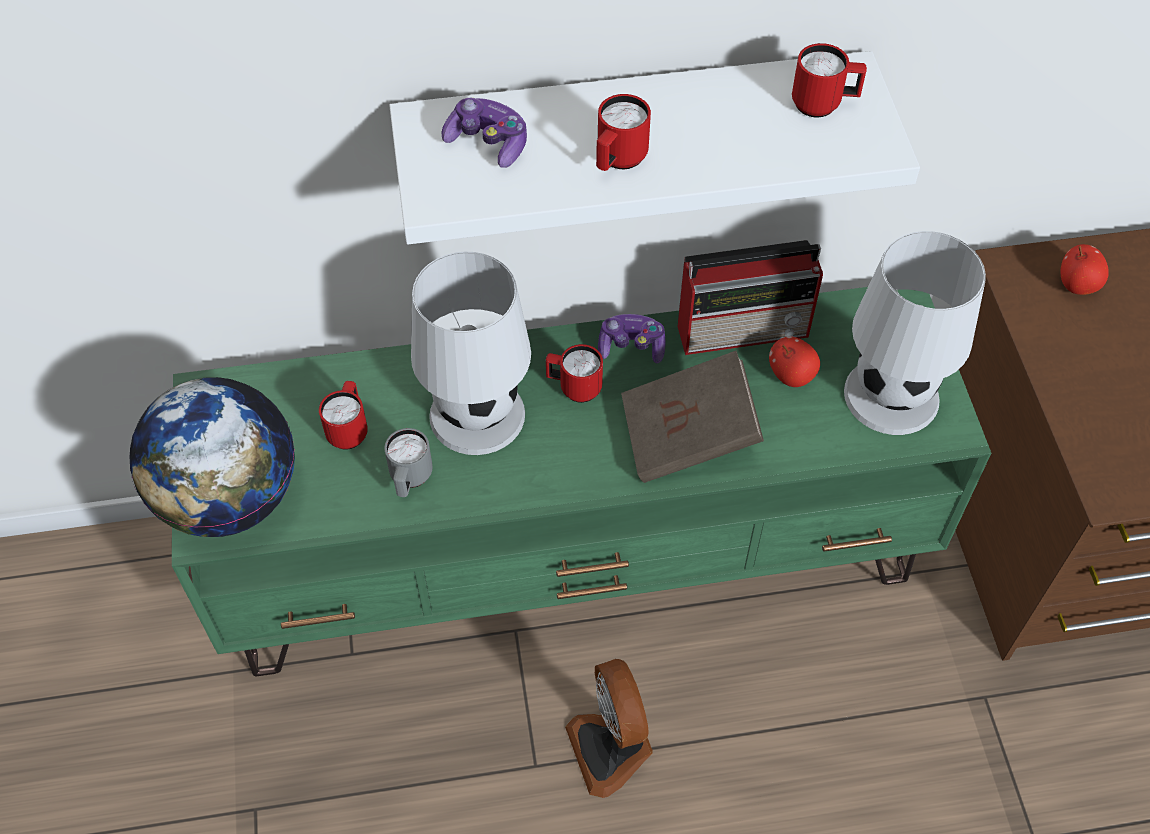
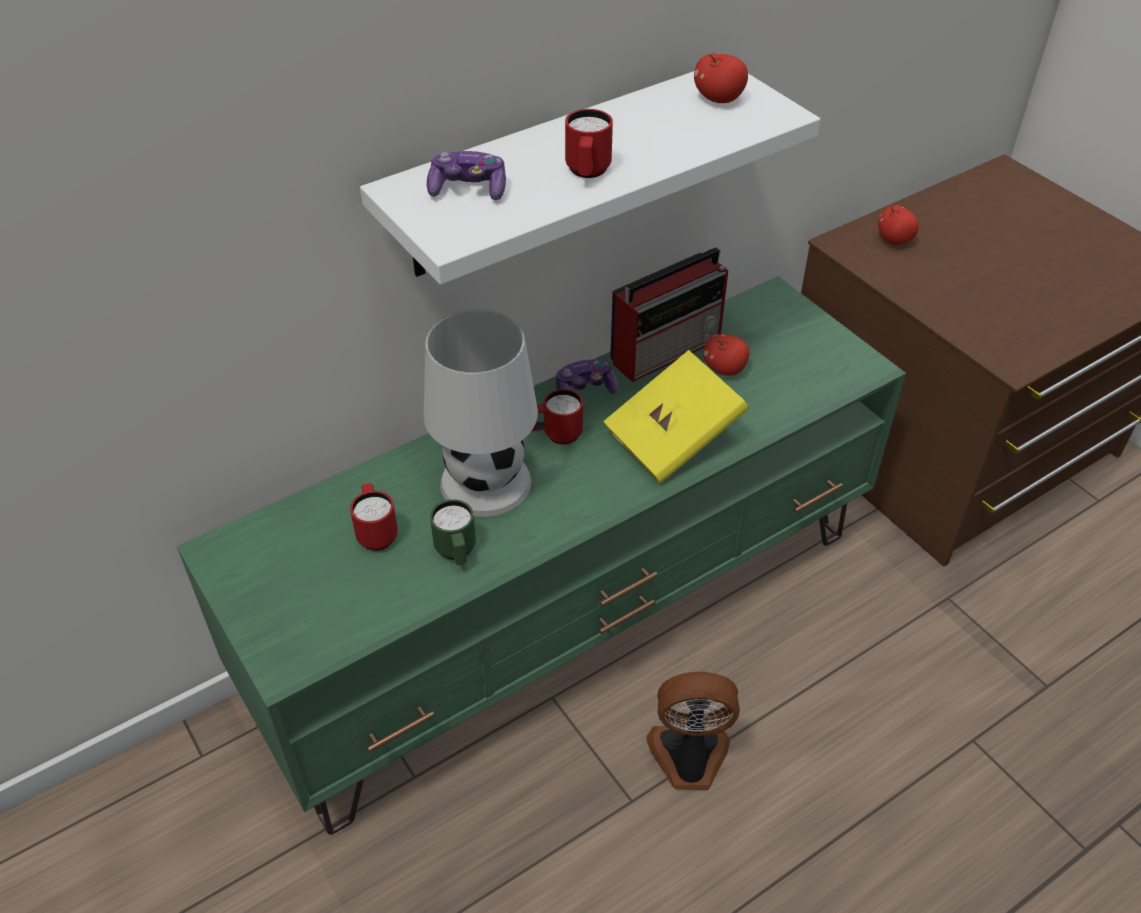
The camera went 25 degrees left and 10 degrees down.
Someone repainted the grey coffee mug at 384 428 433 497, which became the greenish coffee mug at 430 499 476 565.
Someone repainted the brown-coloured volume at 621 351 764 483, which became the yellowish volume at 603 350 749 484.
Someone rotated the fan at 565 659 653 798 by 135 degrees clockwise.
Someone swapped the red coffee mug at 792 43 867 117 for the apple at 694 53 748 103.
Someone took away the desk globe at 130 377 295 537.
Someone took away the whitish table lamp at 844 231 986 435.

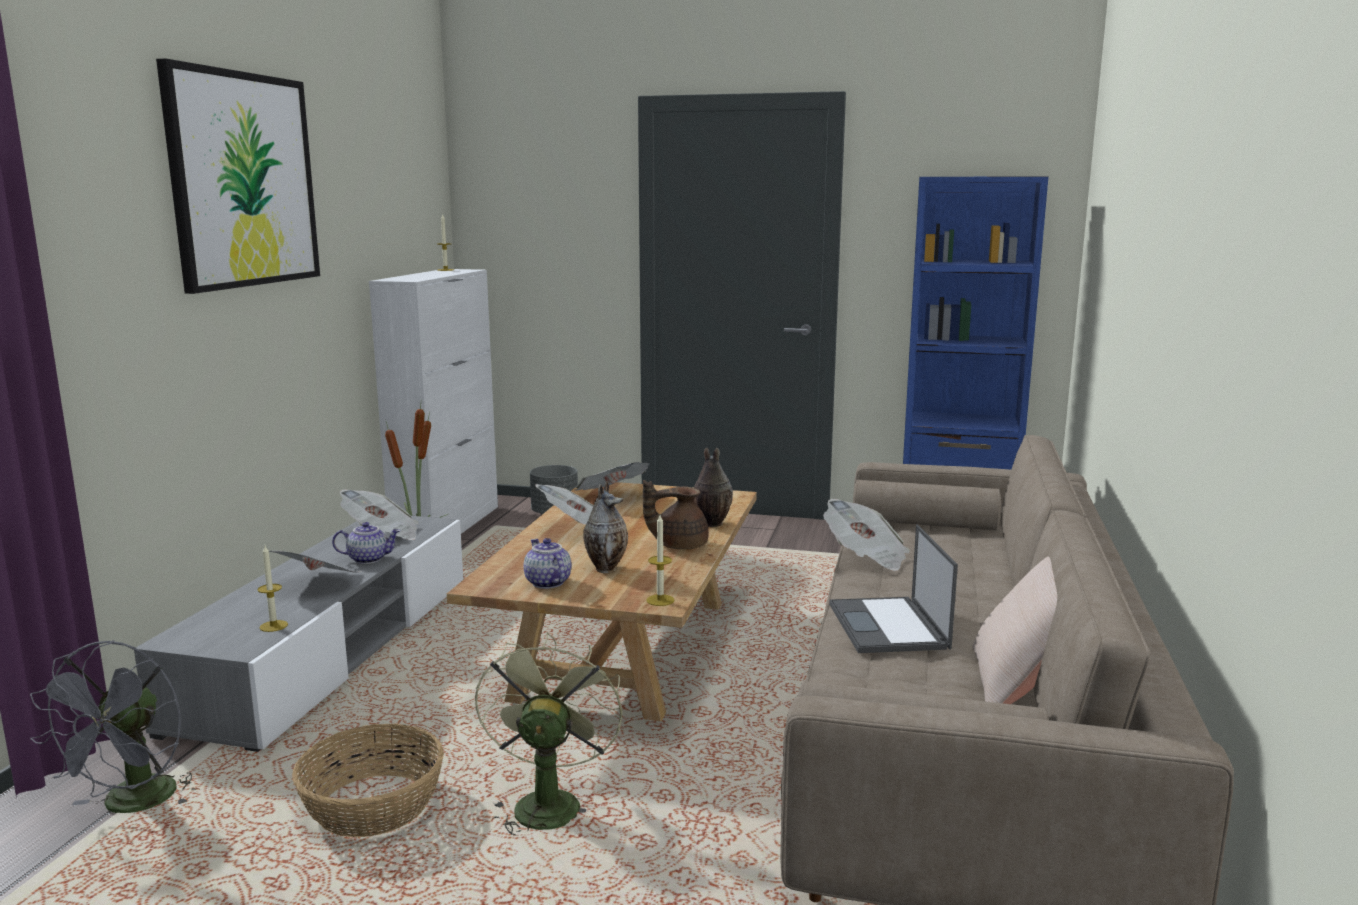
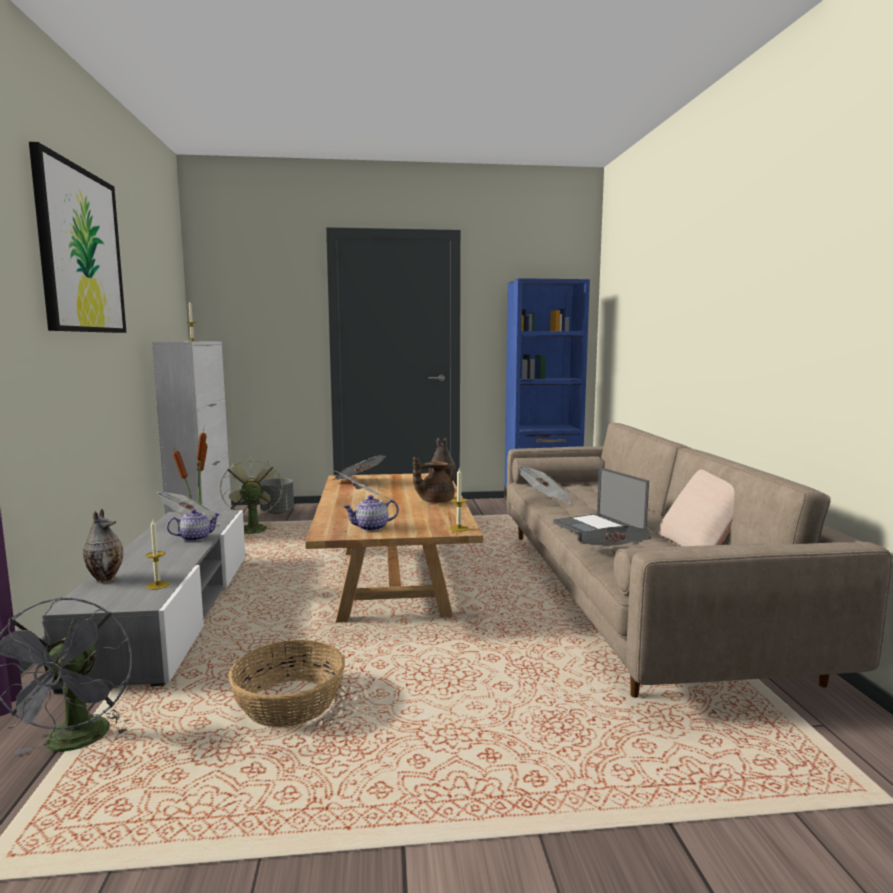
The camera went 20 degrees left and 5 degrees down.
Someone carried the decorative vase from 583 481 628 573 to 83 509 123 583.
Someone carried the greenish fan from 475 633 622 836 to 220 458 283 535.
Someone rotated the teapot at 524 538 571 589 by 60 degrees counterclockwise.
Someone carried the printed paper from 269 551 361 572 to 577 526 651 546.

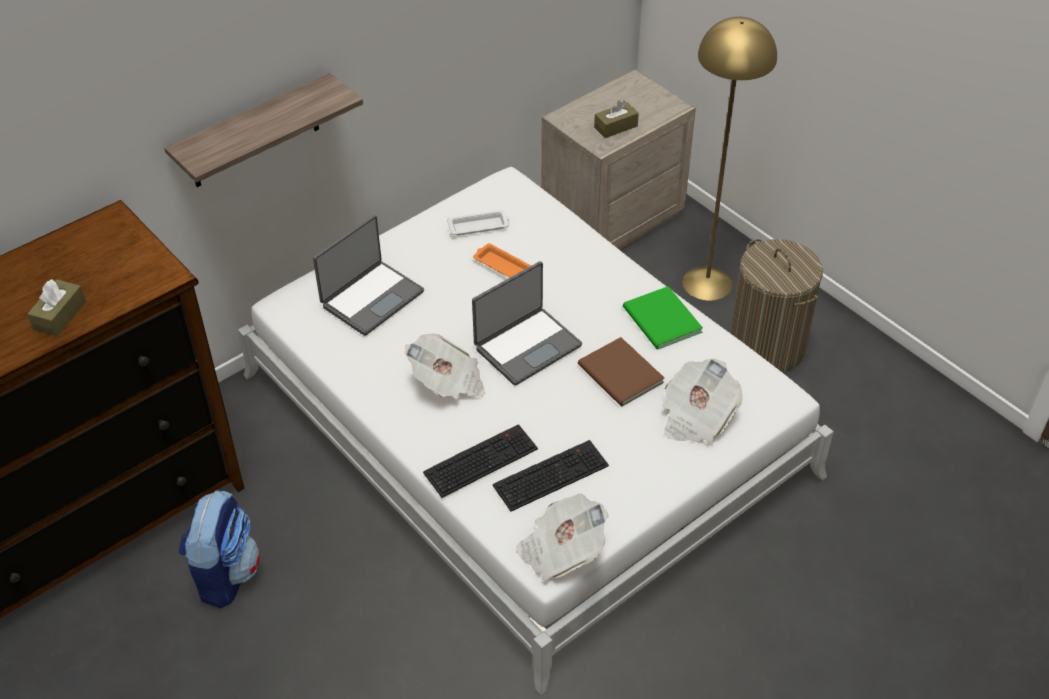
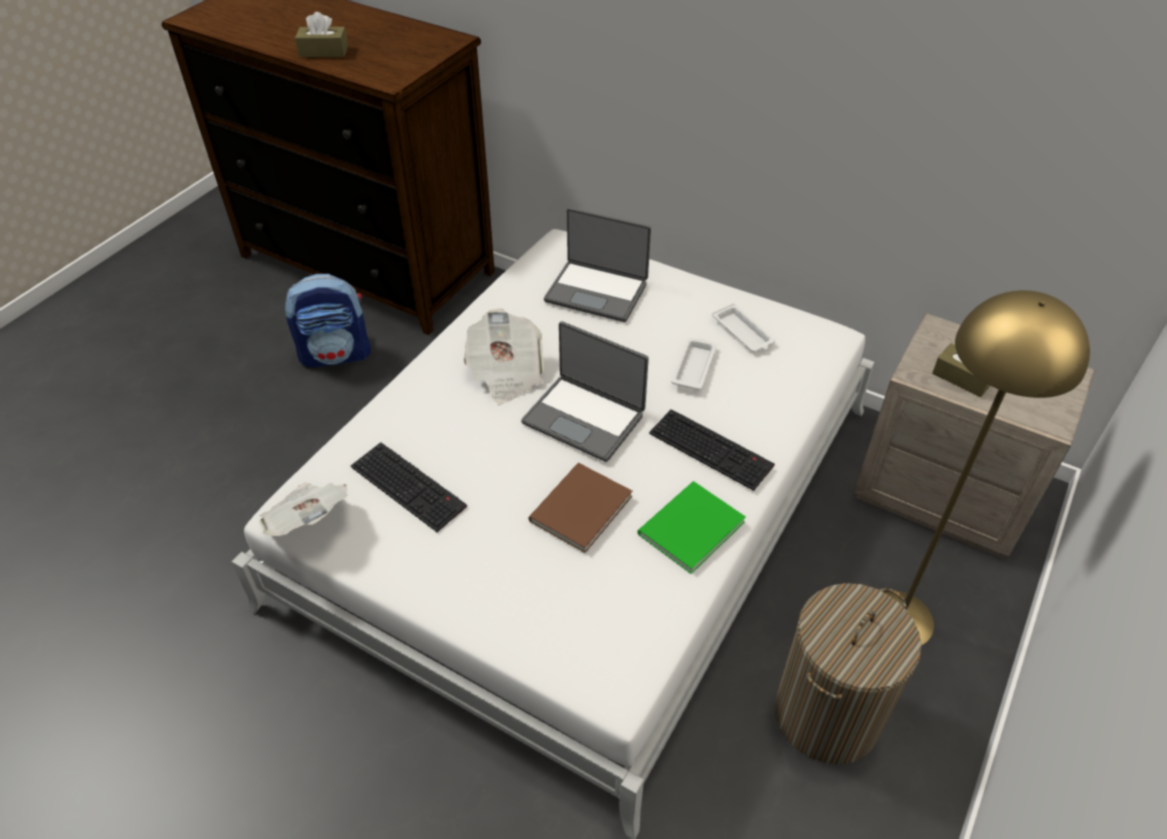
The camera went 70 degrees right and 0 degrees up.
Someone carried the keyboard from 423 424 538 498 to 649 409 775 491.
Someone repainted the orangey serving tray at 473 243 531 278, which became the whitish serving tray at 671 338 717 390.
Someone took away the shelf at 164 73 363 187.
Someone took away the printed paper at 662 358 743 444.

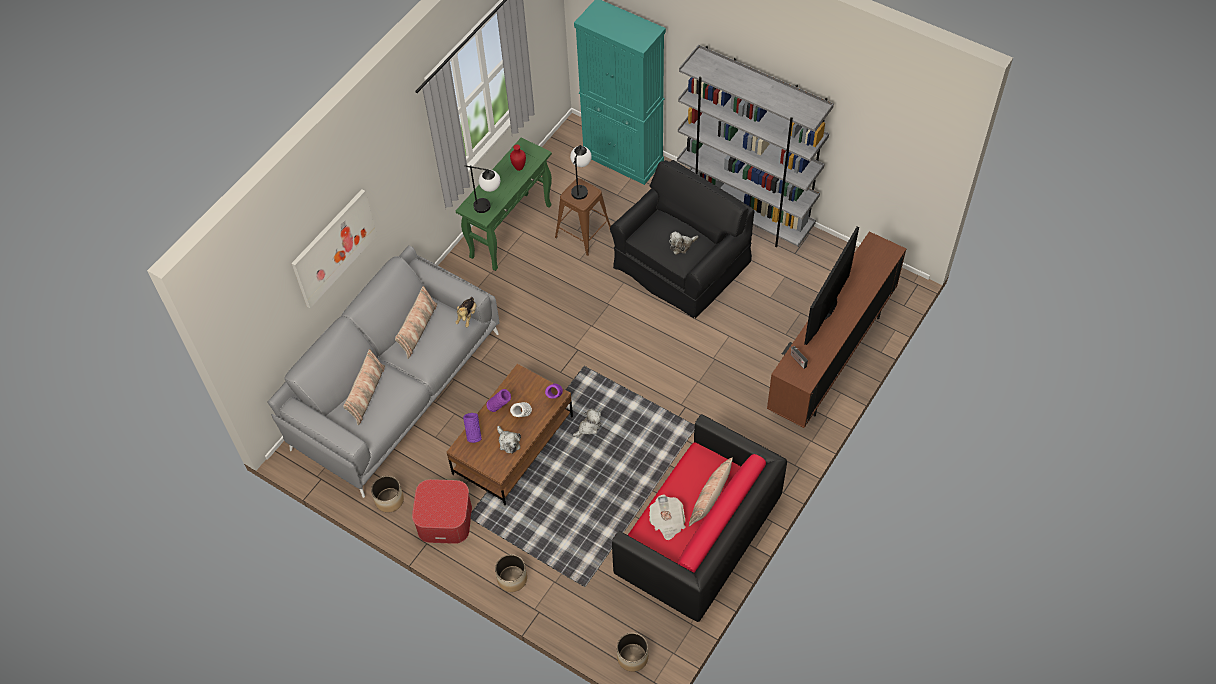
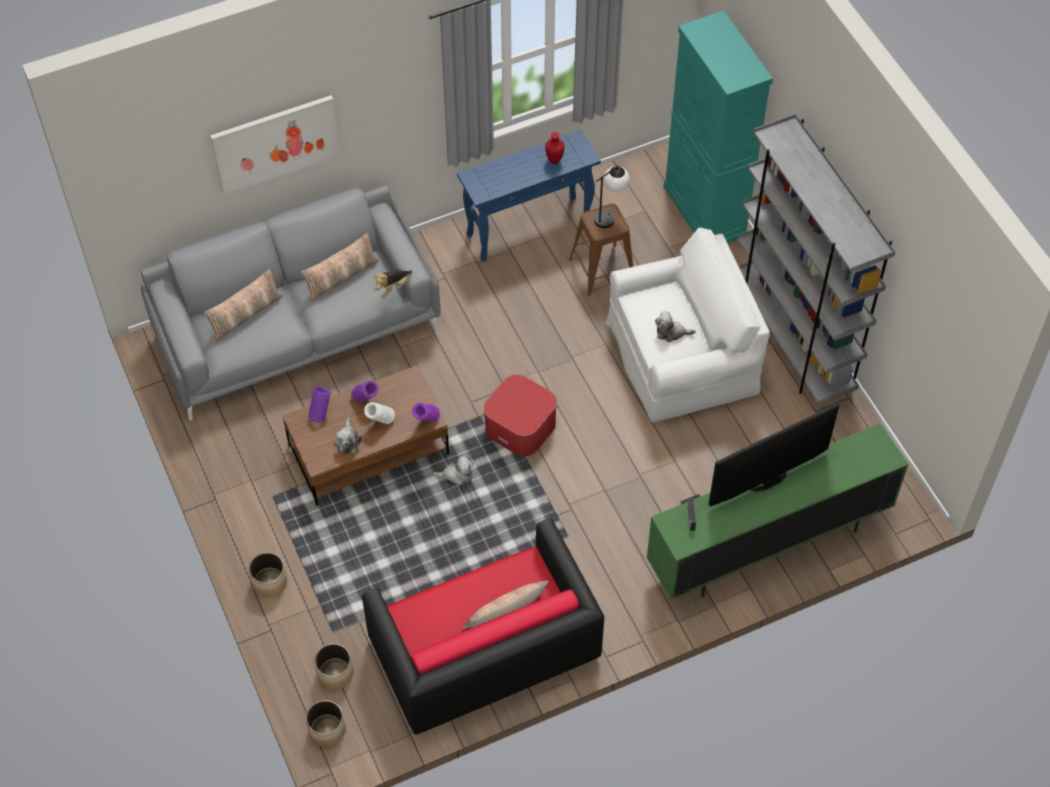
The camera went 30 degrees right and 0 degrees up.
Someone carried the plant pot from 371 476 404 513 to 314 644 353 690.
Someone repainted the greenish console table at 456 137 552 271, which became the bluish console table at 457 130 601 262.
Someone carried the ottoman from 412 479 472 544 to 484 374 557 457.
Someone repainted the blackish armchair at 610 160 755 319, which became the whitish armchair at 606 228 770 423.
Someone repainted the brown-coloured tv unit at 767 231 906 428, which became the greenish tv unit at 647 423 909 600.
Someone took away the table lamp at 465 165 500 213.
Someone took away the printed paper at 649 495 686 540.

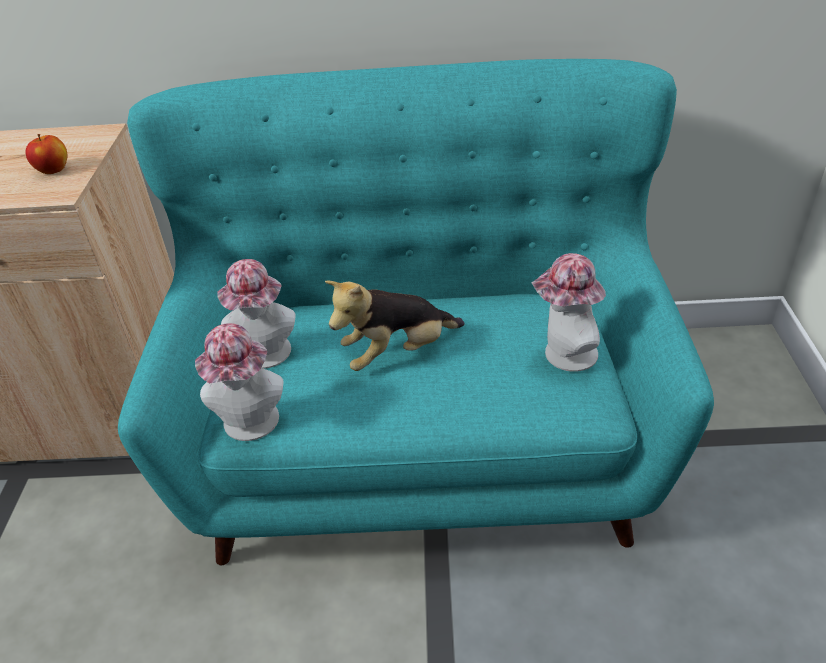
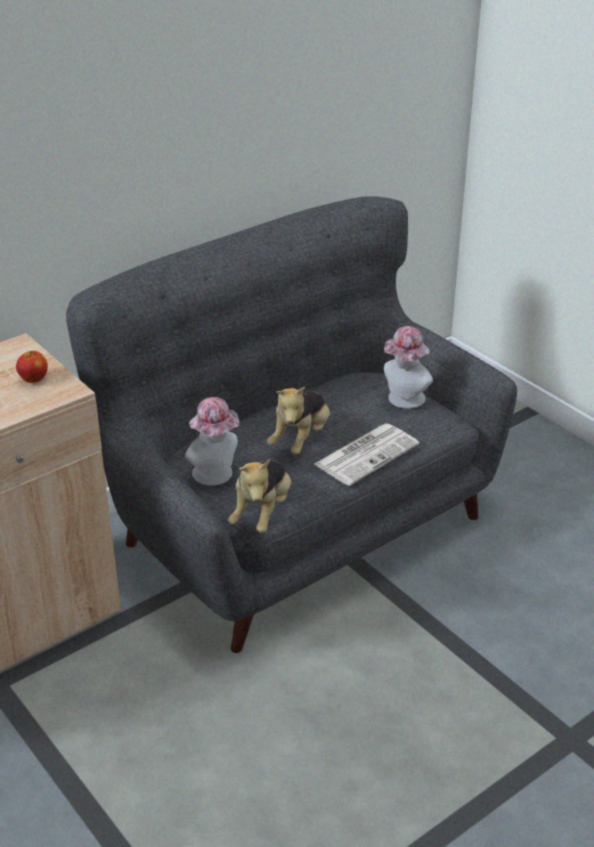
The camera went 40 degrees left and 5 degrees down.
Someone repainted the blue-green settee at 118 59 714 565, which became the grey settee at 66 196 517 653.
Someone swapped the wearable hat at 195 323 283 441 for the cuddly toy at 228 459 291 533.
Someone put down the printed paper at 314 424 419 486.

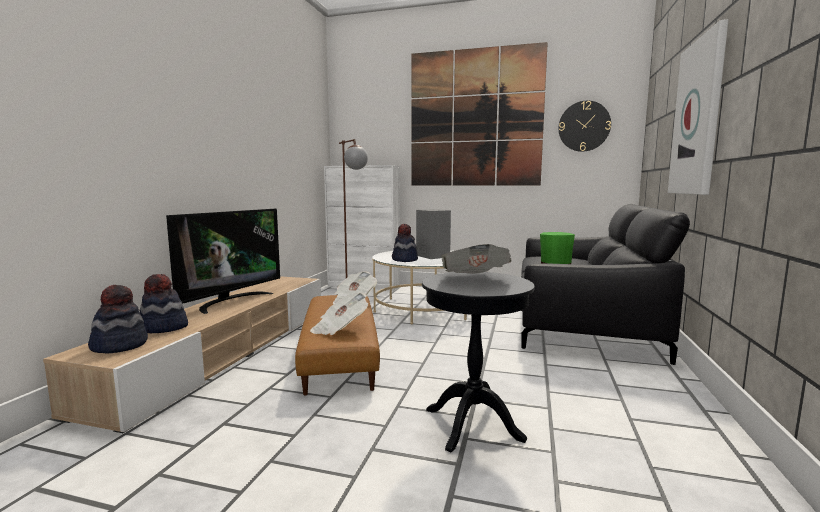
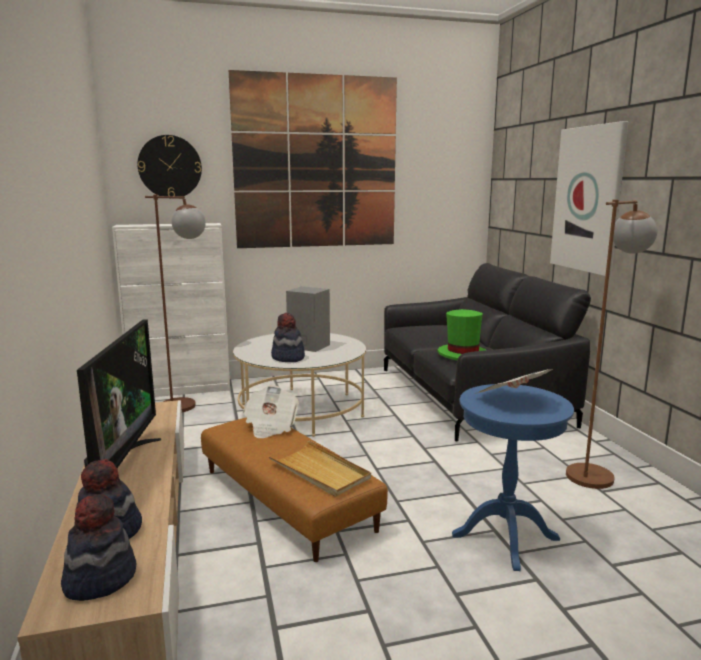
The camera went 30 degrees left and 5 degrees up.
Someone carried the clock on the wall from 558 101 611 152 to 138 135 202 199.
Someone swapped the printed paper at 310 293 368 335 for the beige-coloured serving tray at 269 440 371 497.
Someone repainted the blackish accent table at 422 272 535 453, which became the bluish accent table at 452 384 574 571.
Someone put down the brown-coloured floor lamp at 566 200 657 489.

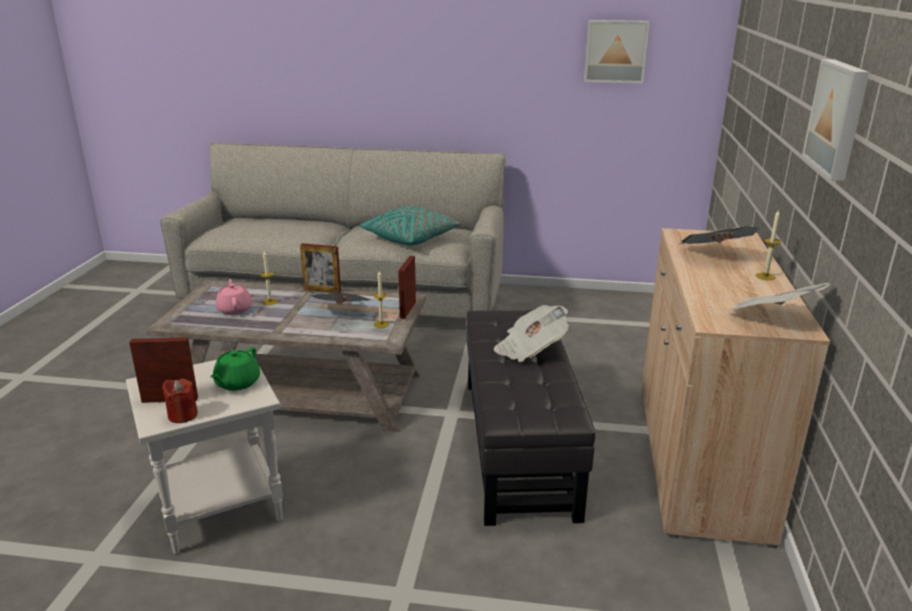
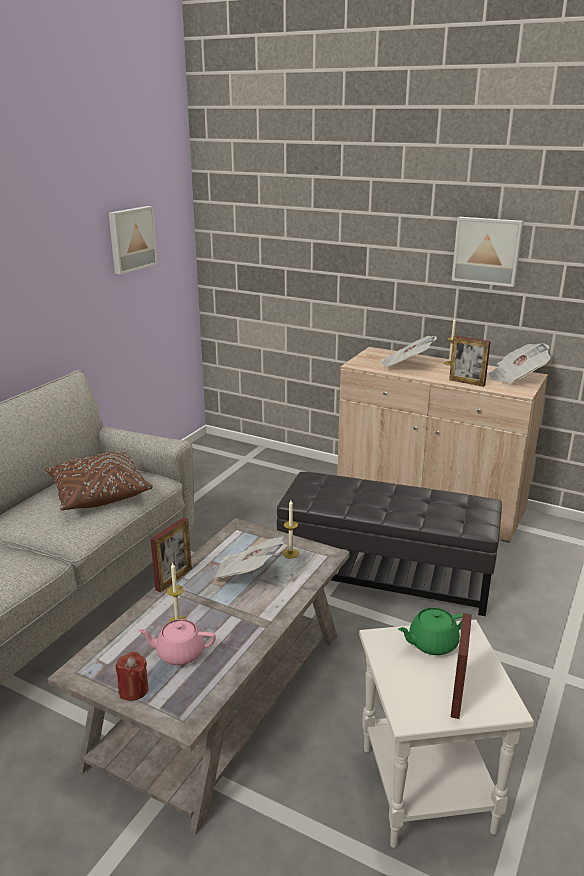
The camera went 70 degrees left and 0 degrees up.
Someone repainted the blue-green cushion at 360 206 462 246, which became the brown-coloured cushion at 45 452 153 510.
Someone carried the red wax light from 162 379 198 423 to 115 652 149 701.
Someone rotated the greenish teapot at 210 347 260 391 by 120 degrees clockwise.
Someone carried the picture frame from 398 256 416 319 to 449 336 491 387.
Someone took away the printed paper at 494 305 569 362.

